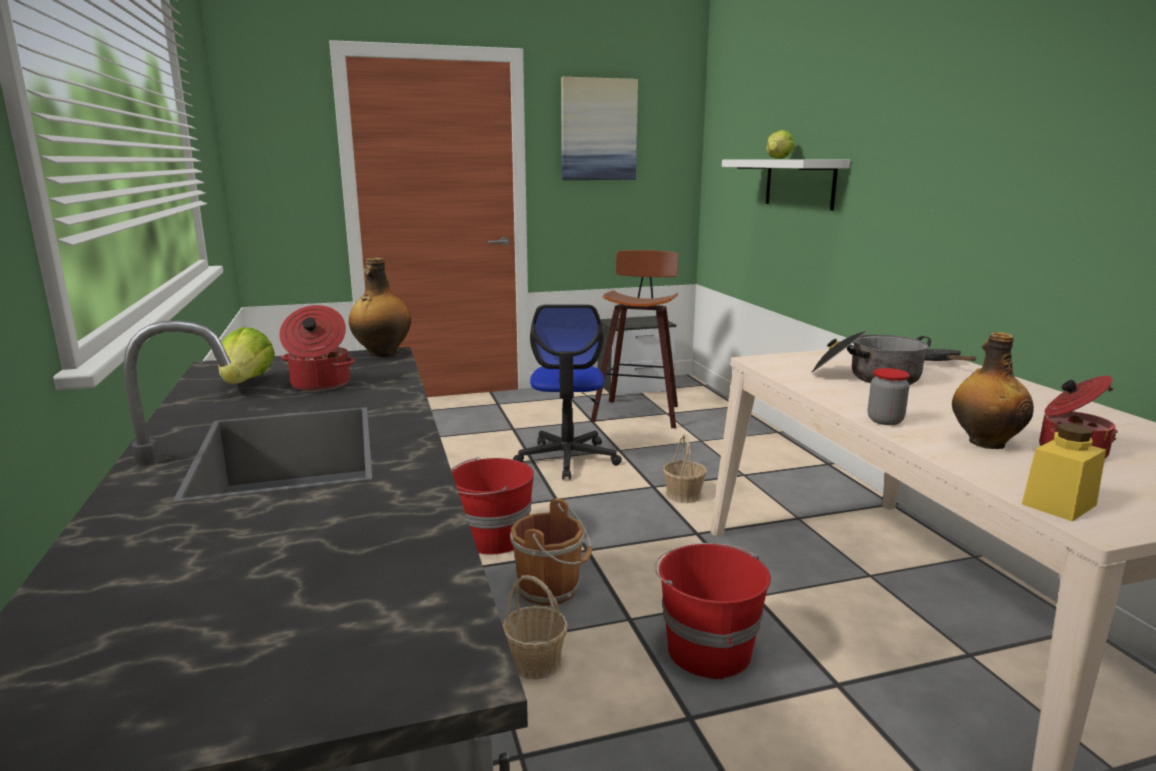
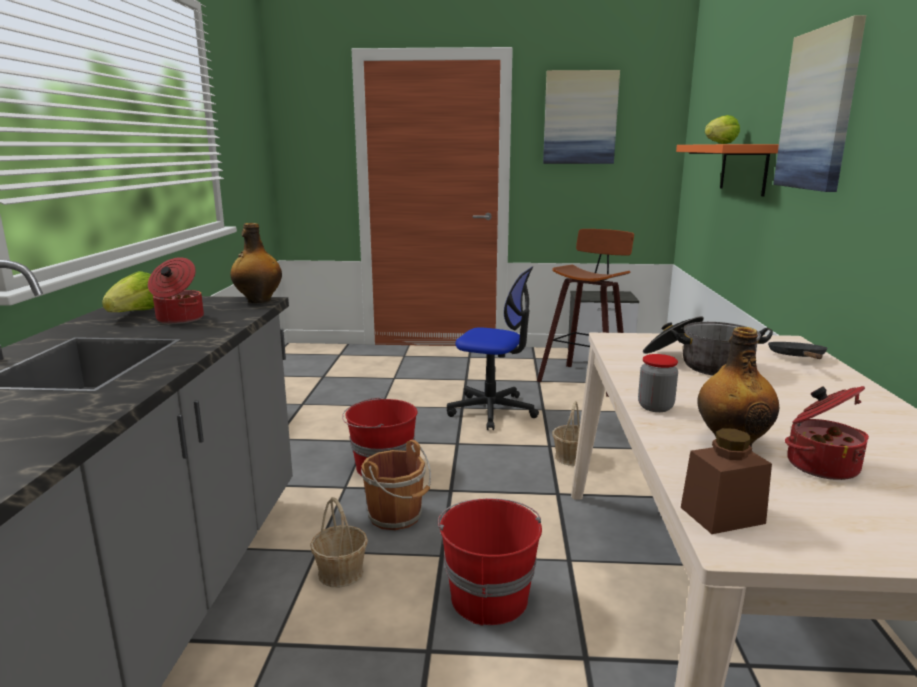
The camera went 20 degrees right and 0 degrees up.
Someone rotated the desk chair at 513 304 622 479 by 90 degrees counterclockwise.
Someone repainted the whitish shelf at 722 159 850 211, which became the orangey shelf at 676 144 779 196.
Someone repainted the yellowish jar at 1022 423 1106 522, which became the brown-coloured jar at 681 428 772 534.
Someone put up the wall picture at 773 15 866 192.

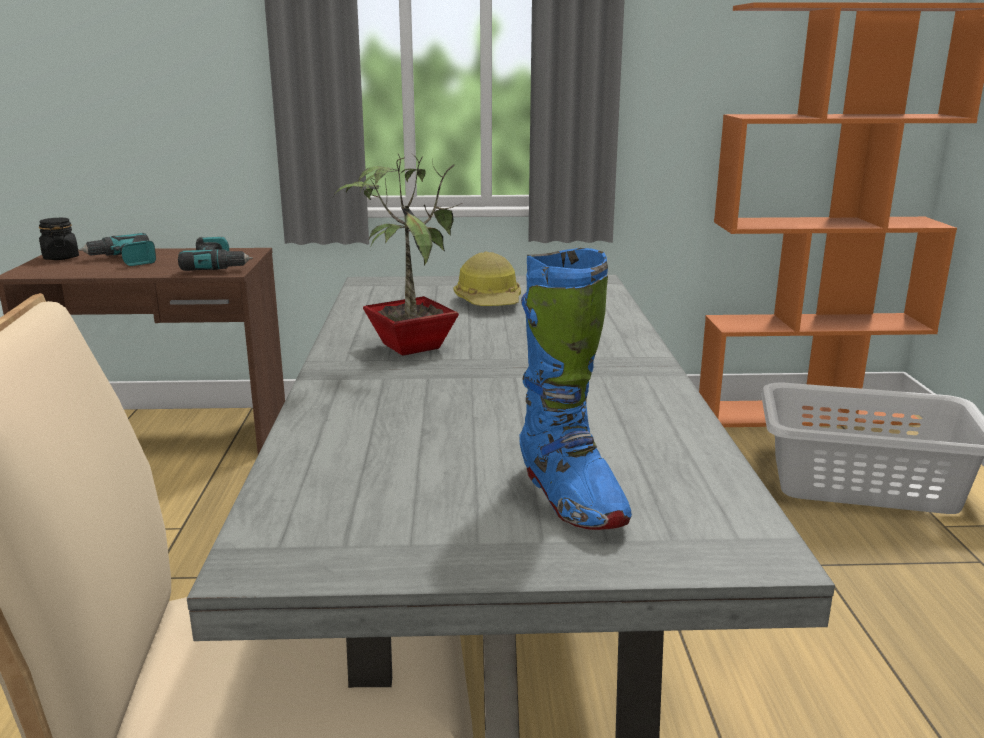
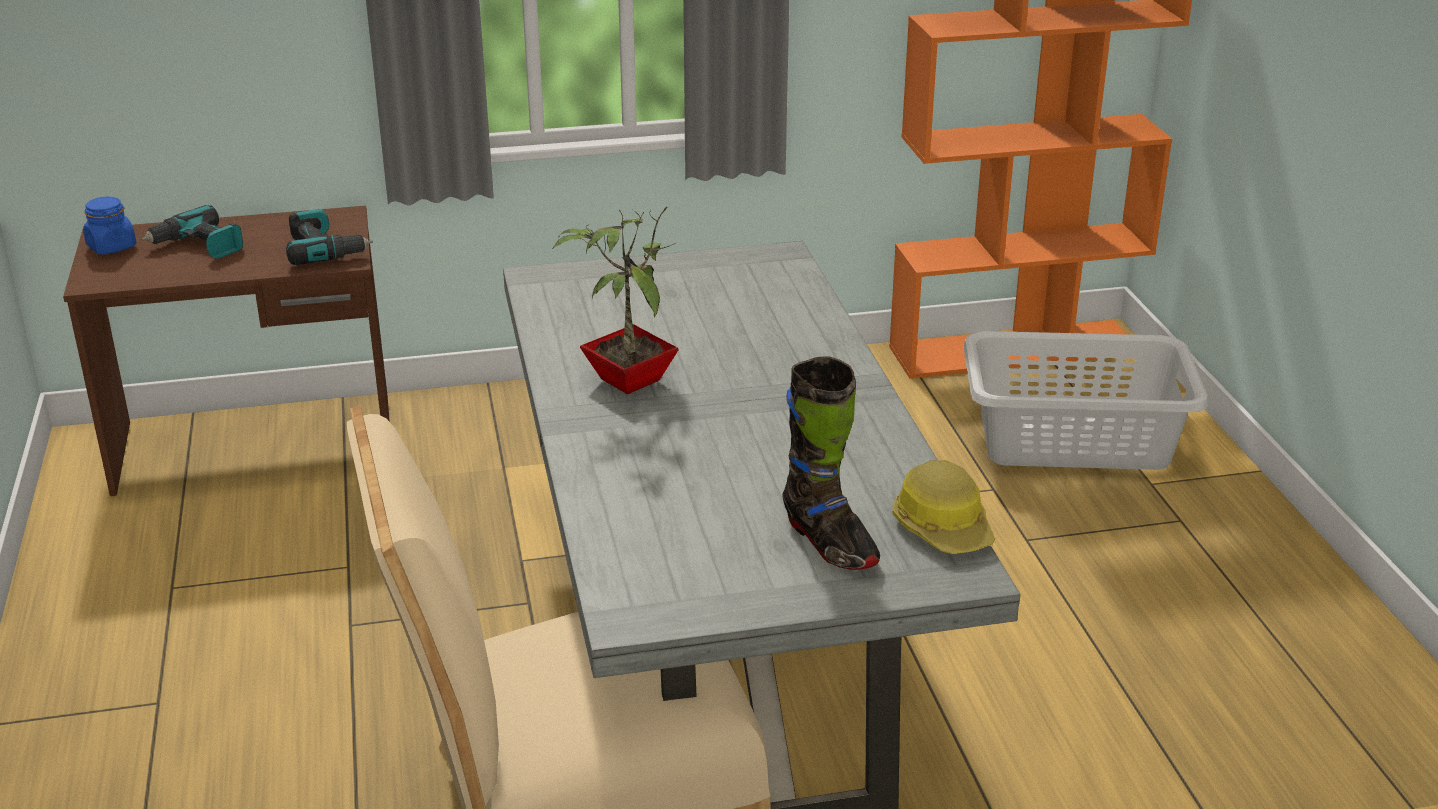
The camera went 10 degrees left and 10 degrees up.
Someone repainted the blackish jar at 39 218 79 260, which became the bluish jar at 83 197 136 255.
Someone repainted the bluish boot at 519 248 632 530, which became the blackish boot at 783 356 880 570.
Someone carried the work helmet from 453 252 521 306 to 892 460 995 554.

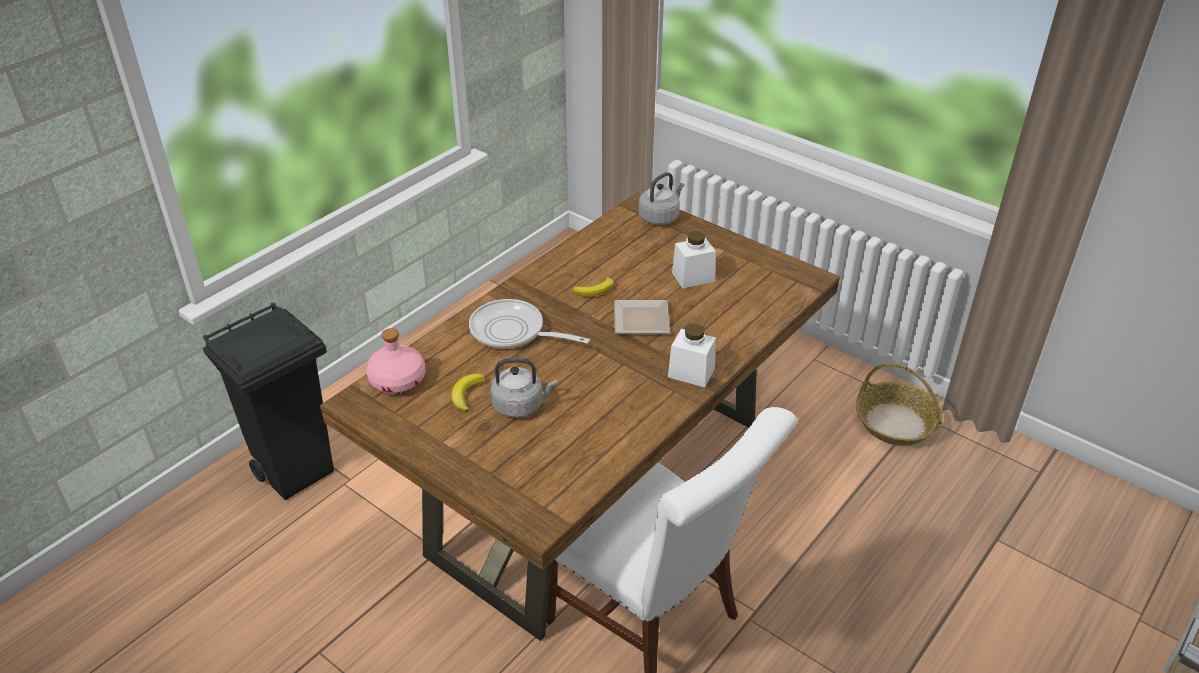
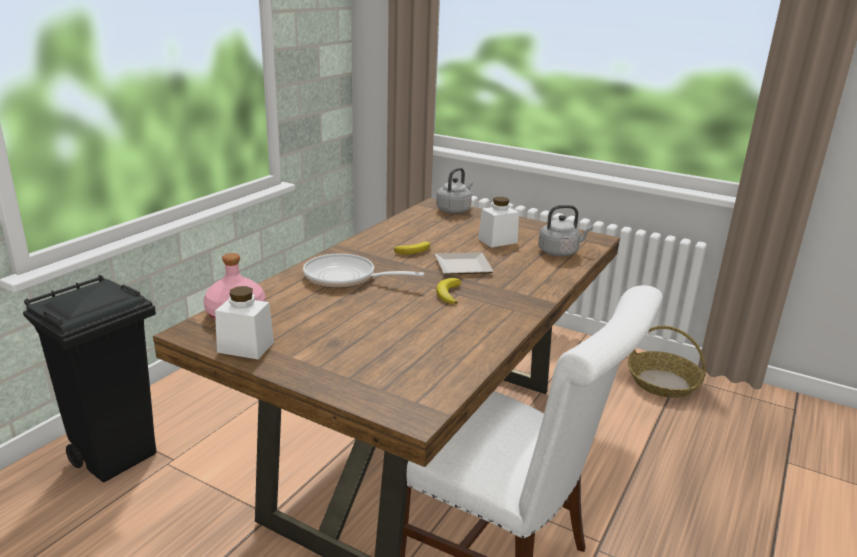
The camera went 10 degrees left and 15 degrees down.
Someone carried the whitish jar from 668 324 716 387 to 215 286 274 359.
Someone carried the banana fruit from 451 374 486 412 to 436 278 461 304.
Someone carried the grey water kettle from 490 358 557 418 to 538 205 593 256.

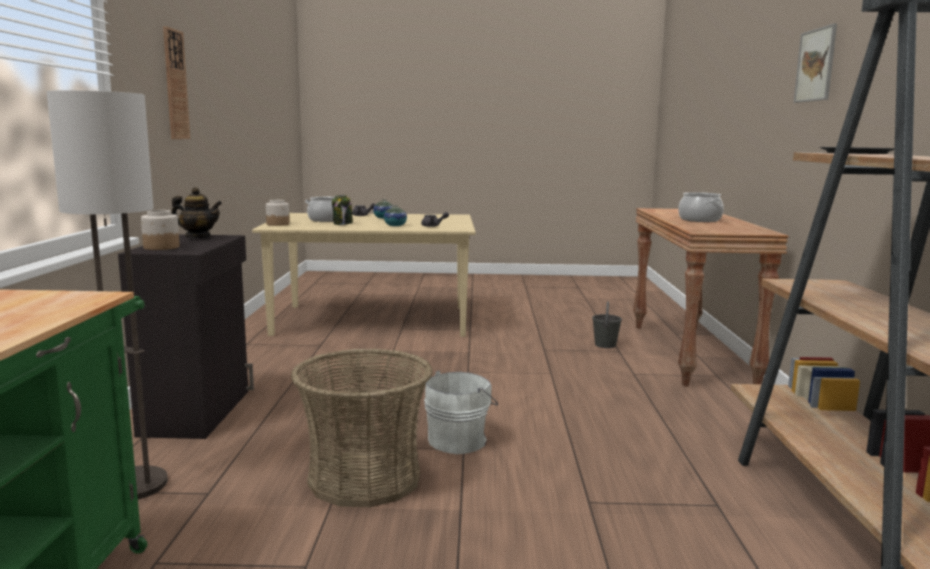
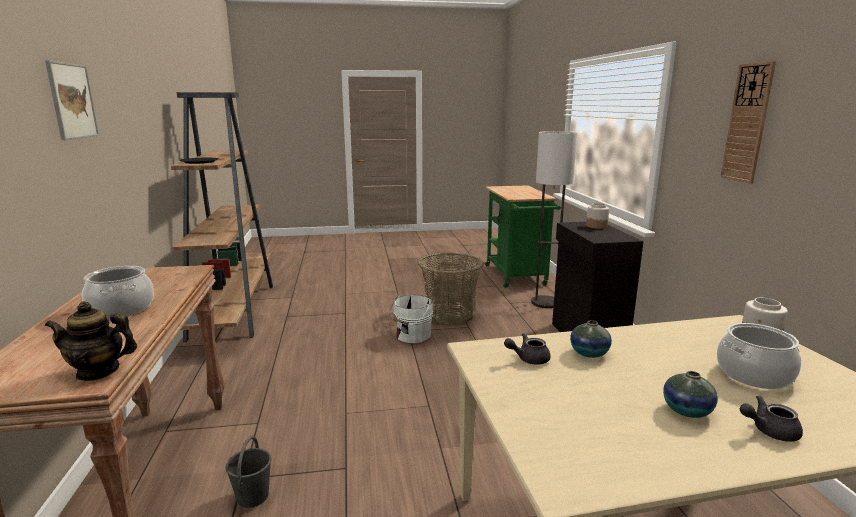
The camera went 170 degrees right and 5 degrees up.
Someone carried the teapot from 172 187 222 238 to 45 301 137 381.
Someone took away the jar at 332 195 353 225.

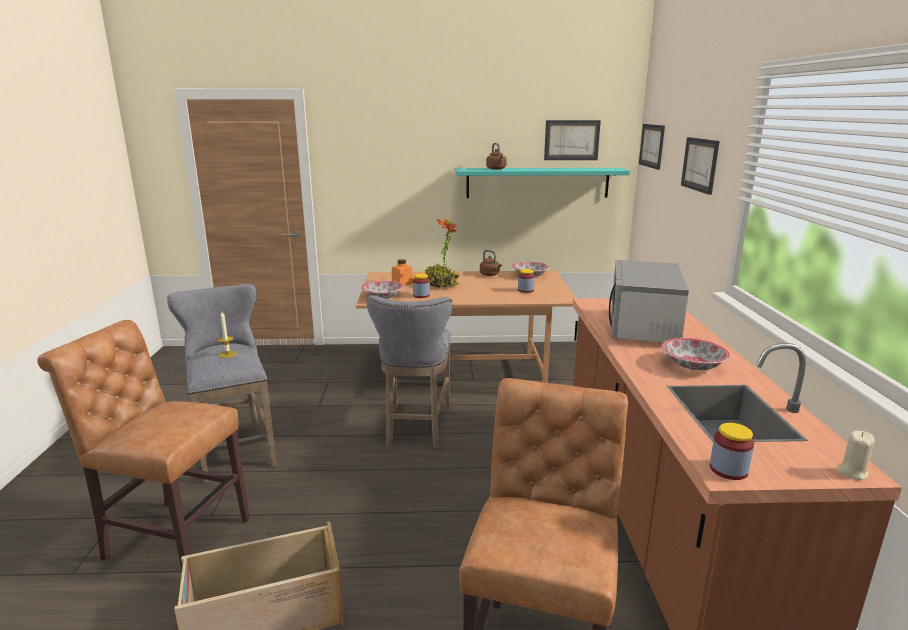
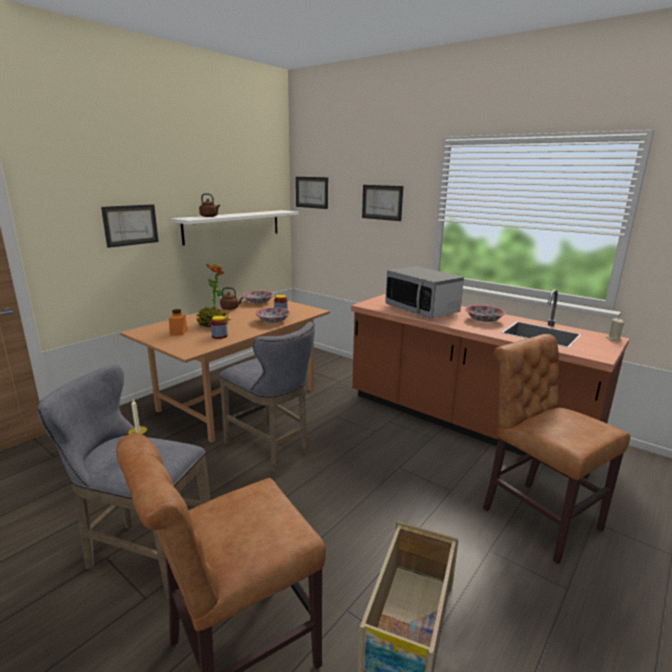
The camera went 50 degrees left and 0 degrees up.
Someone carried the wall picture from 544 120 601 160 to 101 204 159 248.
Someone repainted the blue-green shelf at 456 168 630 198, which became the whitish shelf at 171 210 299 245.
Someone carried the deep dish from 361 281 403 299 to 255 307 291 323.
Someone took away the jar at 710 423 754 480.

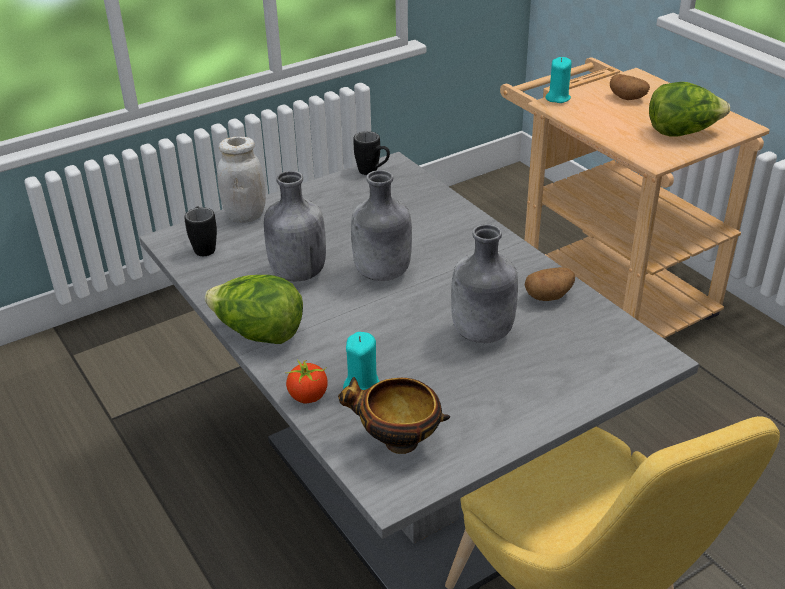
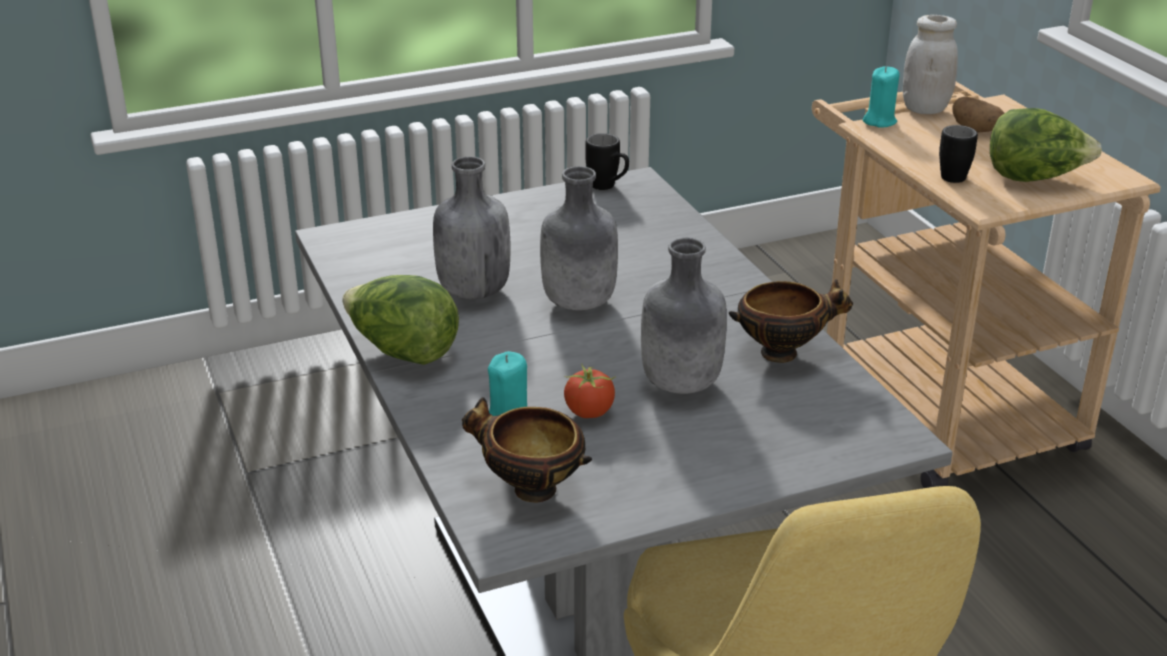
The camera went 10 degrees right and 5 degrees down.
Someone carried the fresh tomato from 286 359 328 404 to 564 365 616 418.
Someone swapped the spud at 525 267 575 301 for the deep dish at 729 279 853 363.
Someone carried the whitish jar from 217 137 266 223 to 903 15 958 114.
Someone carried the blackish coffee mug from 184 207 217 256 to 939 125 978 183.

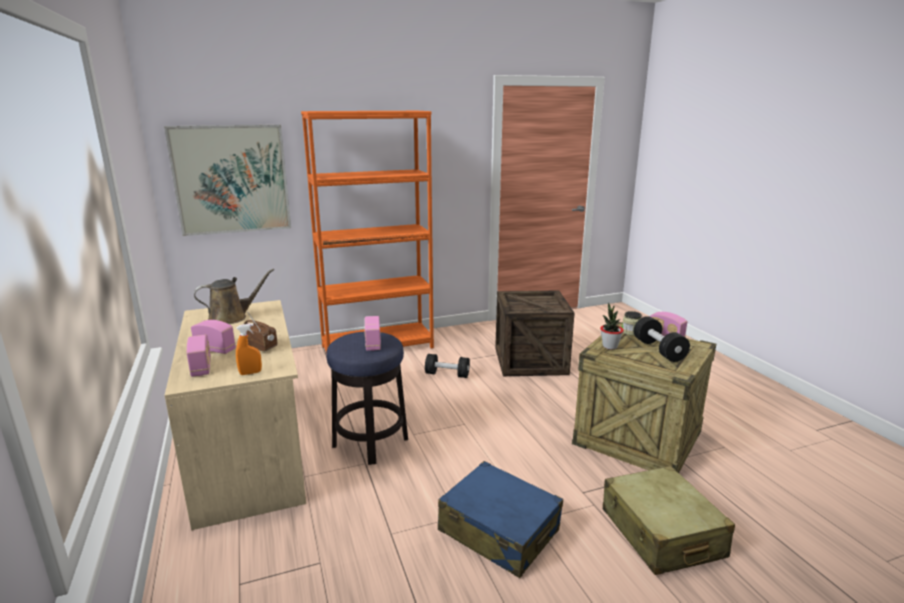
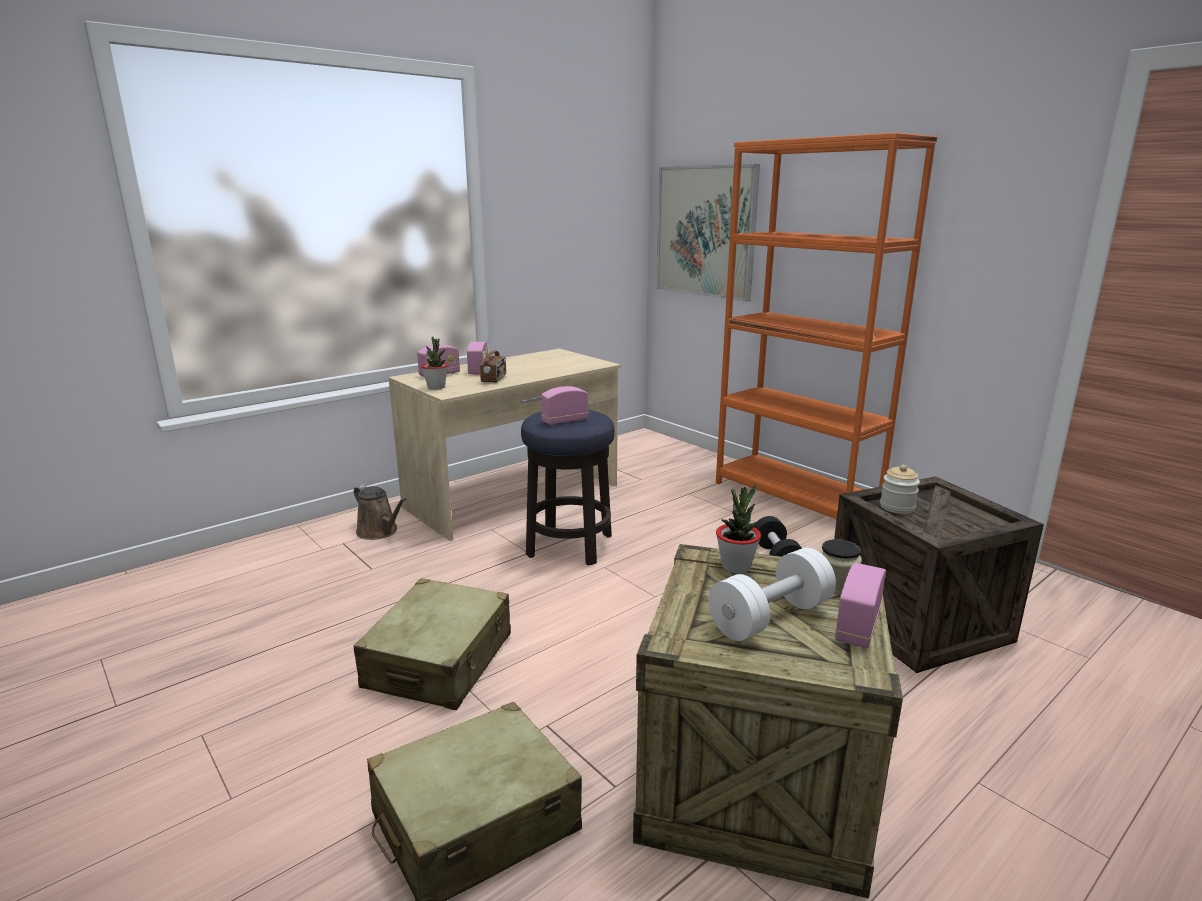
The camera went 70 degrees right and 0 degrees up.
Someone carried the brown-coloured watering pot from 194 268 274 324 to 354 485 407 540.
Someone repainted the bluish travel case at 438 461 563 578, which became the beige-coloured travel case at 354 578 511 710.
Someone swapped the orangey sprayer at 236 324 262 375 for the potted plant at 421 337 448 389.
Someone repainted the blackish dumbbell at 634 316 690 362, which became the whitish dumbbell at 708 548 836 641.
Someone put down the jar at 880 465 920 514.

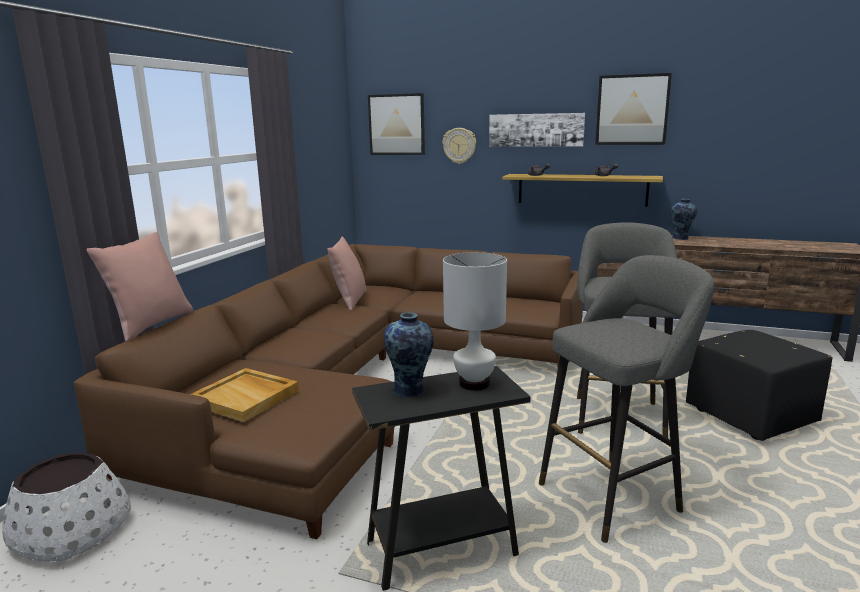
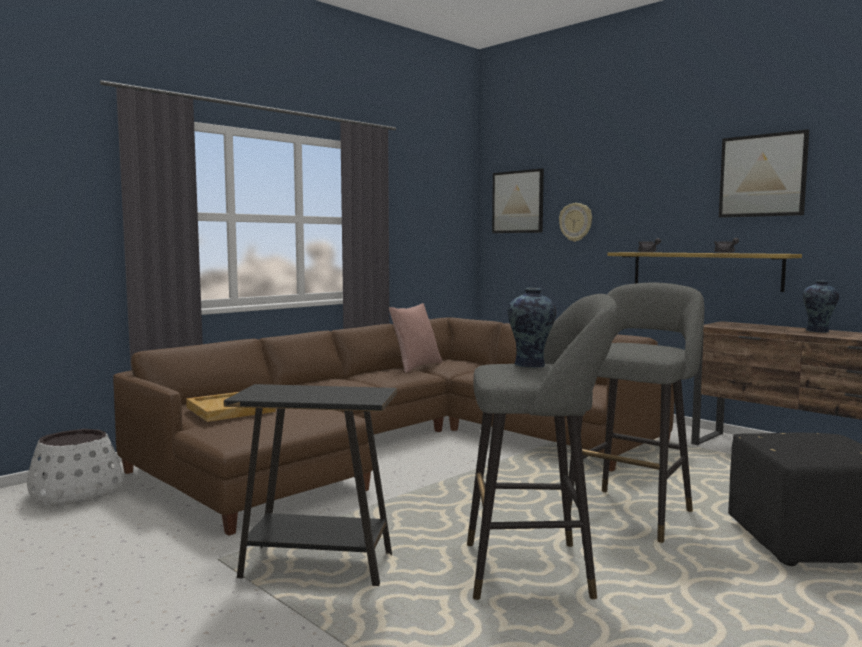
The camera went 25 degrees right and 10 degrees down.
Someone carried the decorative vase from 384 312 434 398 to 508 288 556 368.
Someone took away the pink cushion at 86 232 193 342.
Someone took away the whitish table lamp at 443 252 507 391.
Someone took away the wall picture at 489 113 585 147.

